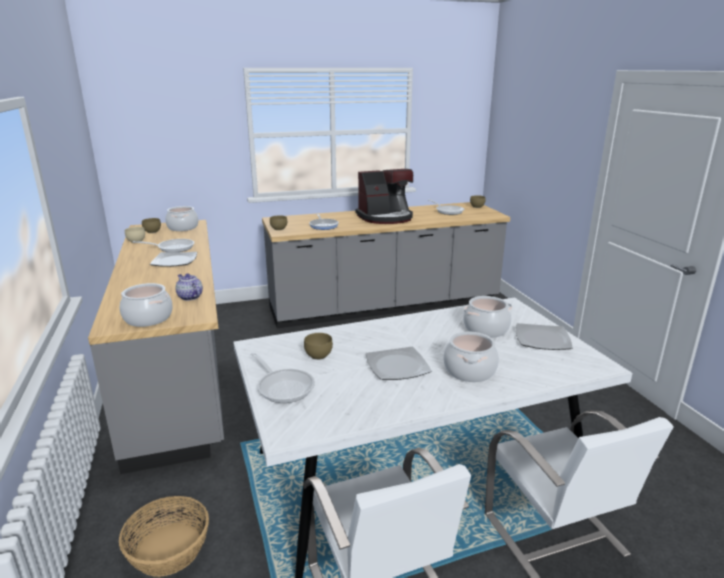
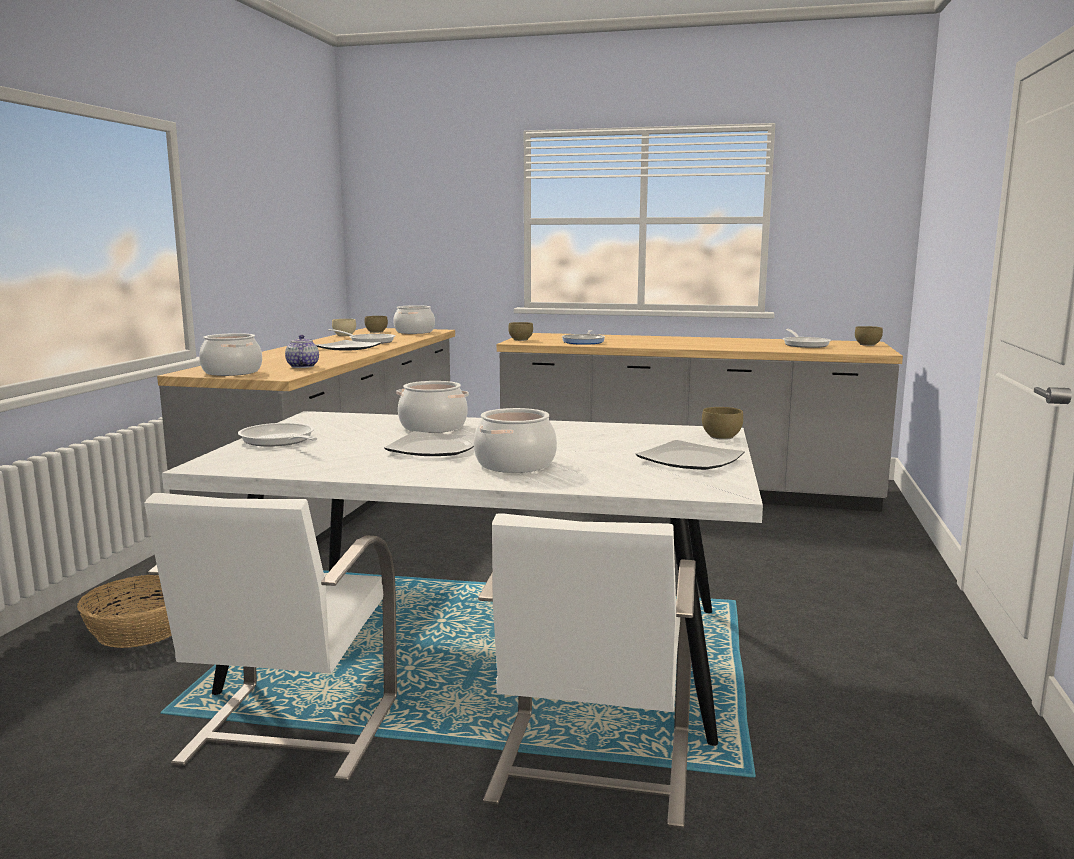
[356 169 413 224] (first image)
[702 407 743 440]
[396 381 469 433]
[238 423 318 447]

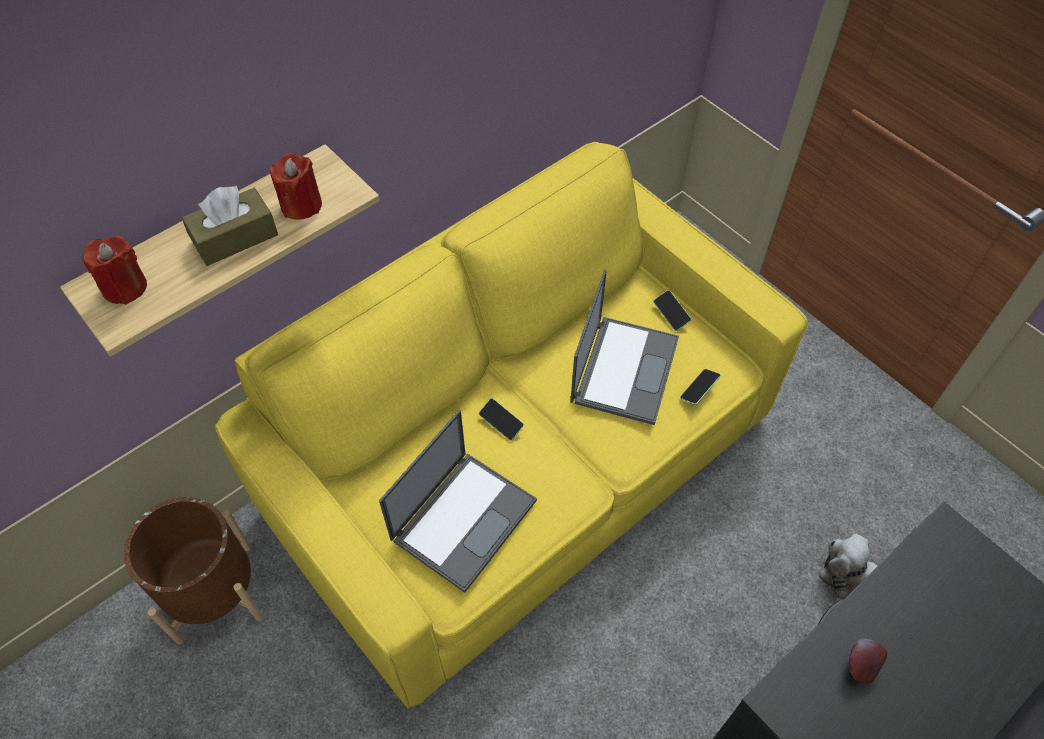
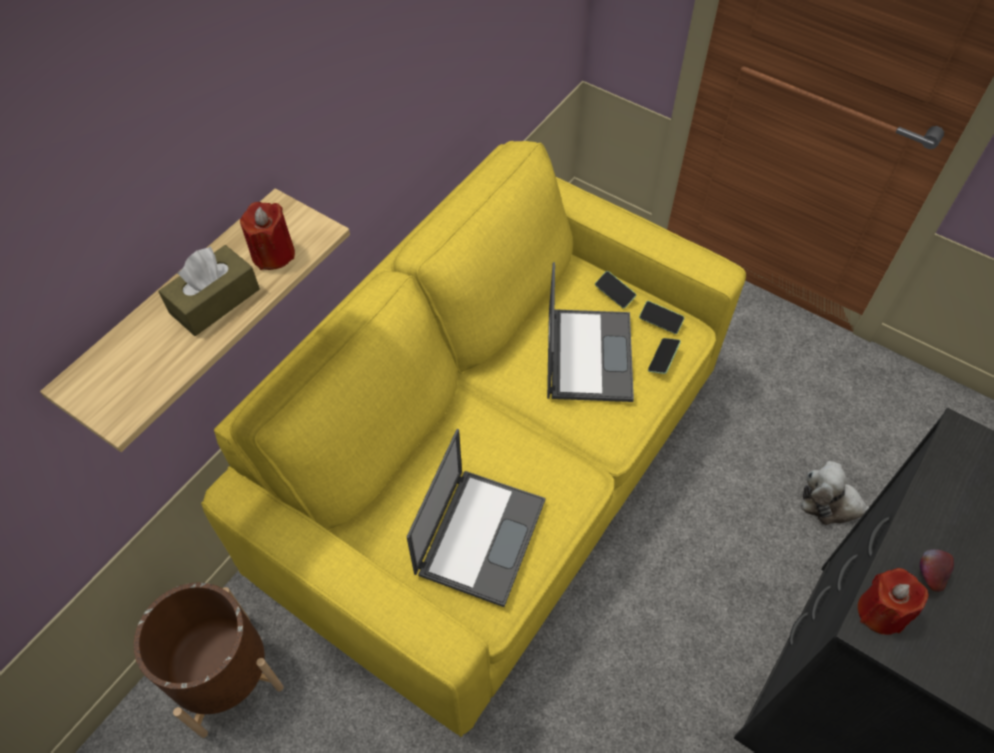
[858 568 928 635]
[639 301 685 334]

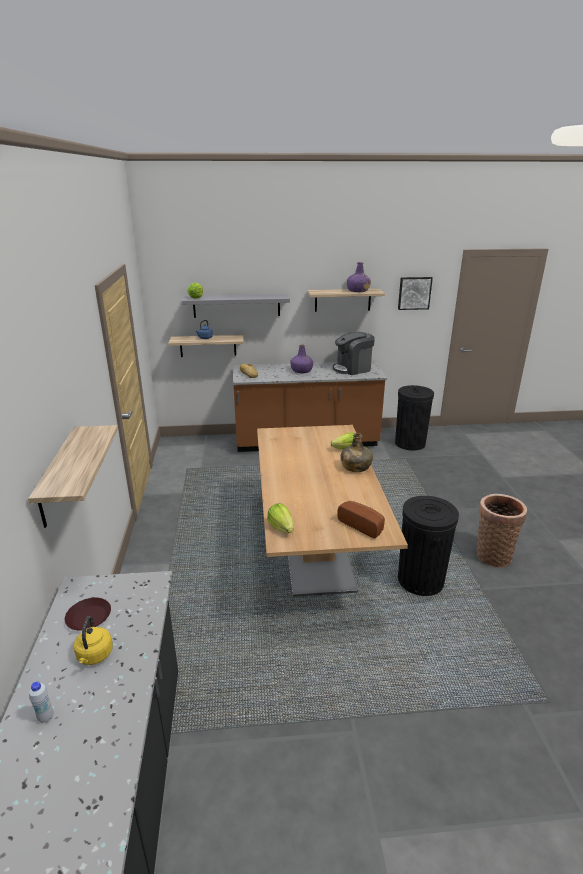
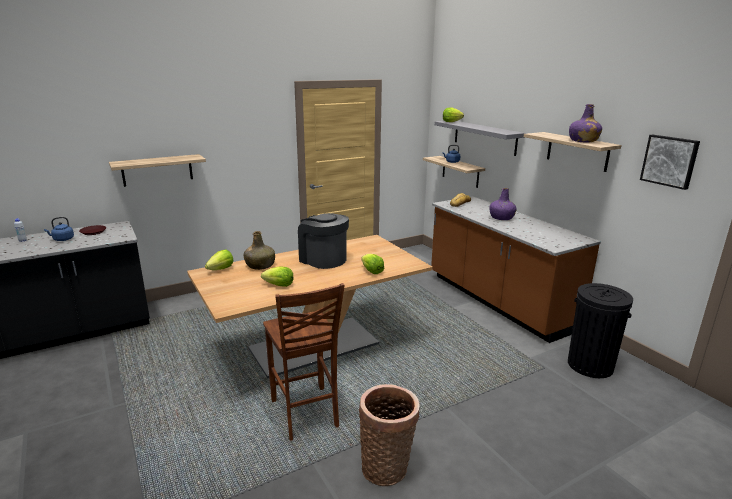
[337 501 385 539] (first image)
[261 267 294 287]
[298 213 349 269]
[244 231 275 270]
[263 283 345 441]
[44 217 74 241]

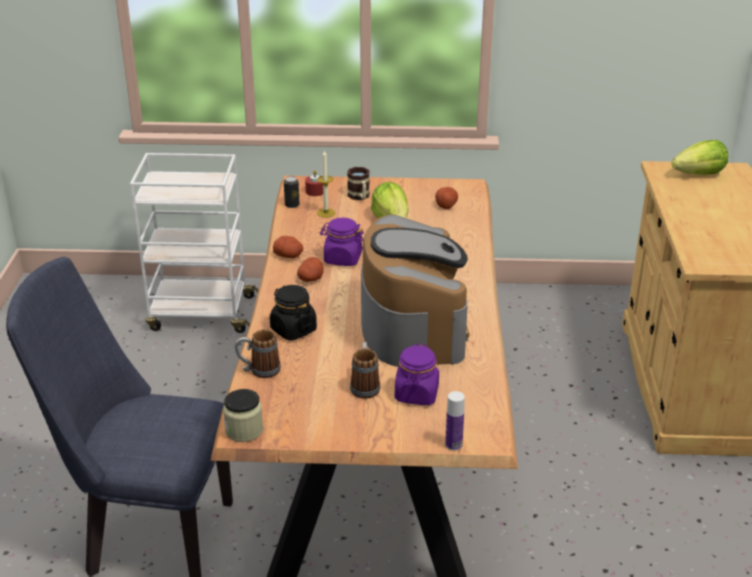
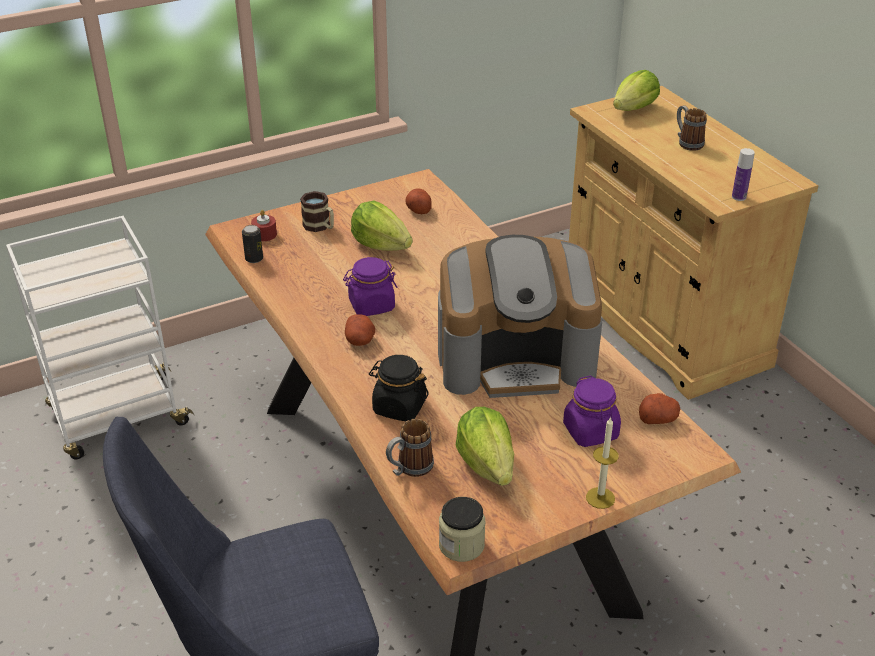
[456 407 514 486]
[639 393 680 424]
[586 417 619 509]
[677 105 707 151]
[732 148 755 201]
[438 235 602 398]

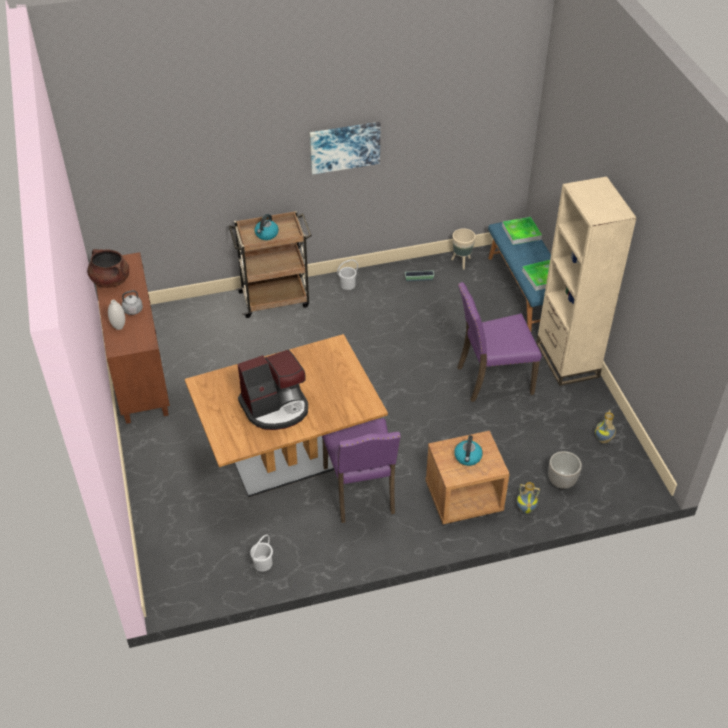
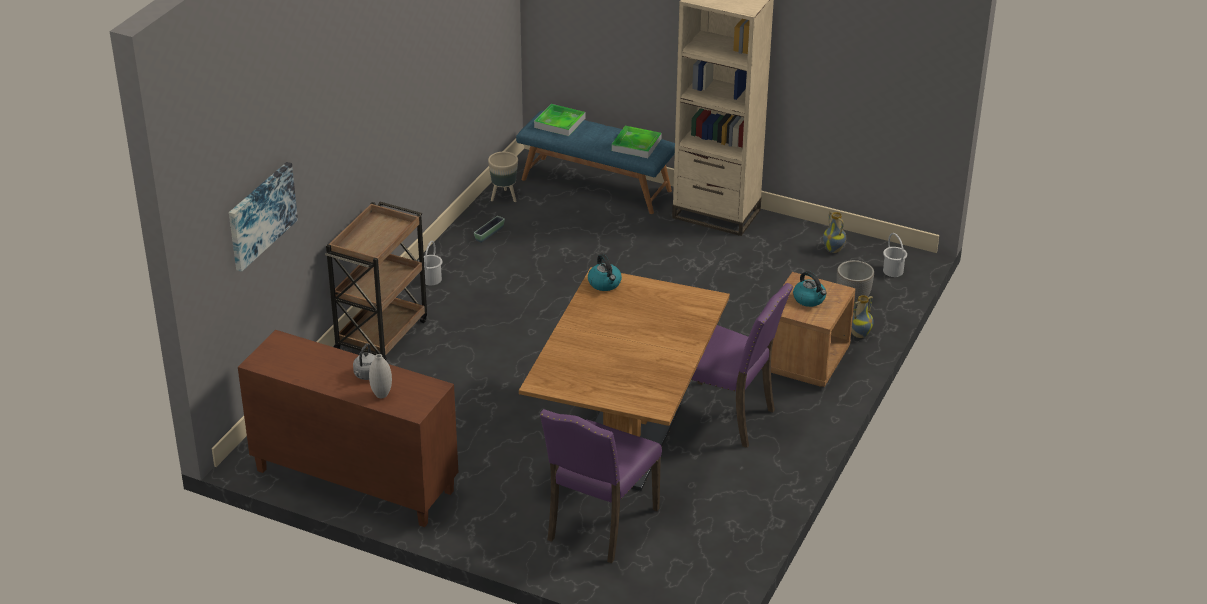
[87 249 129 288] (first image)
[238 349 308 430] (first image)
[883 233 907 277]
[588 254 622 291]
[229 162 298 272]
[540 409 662 563]

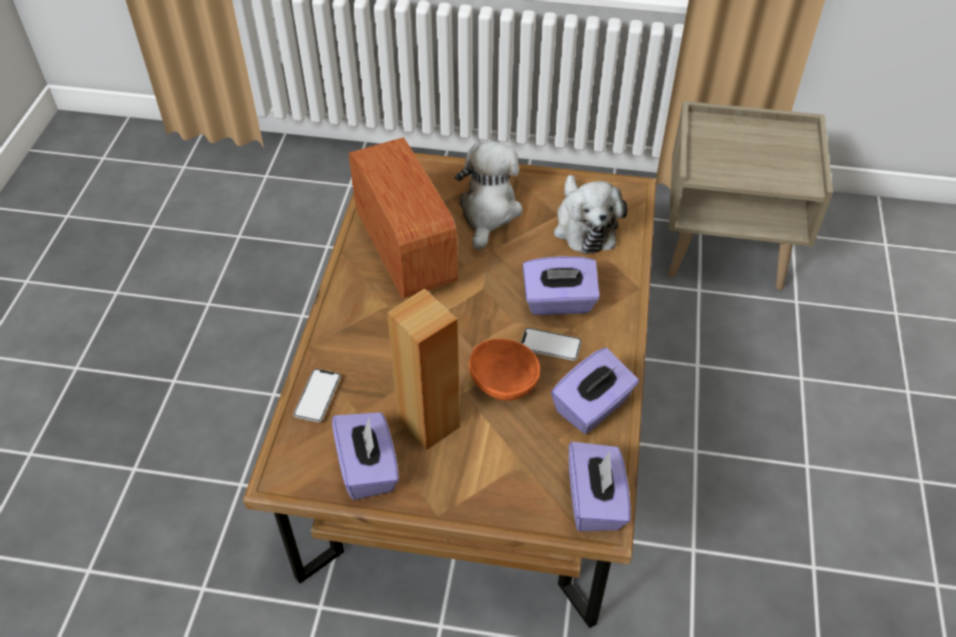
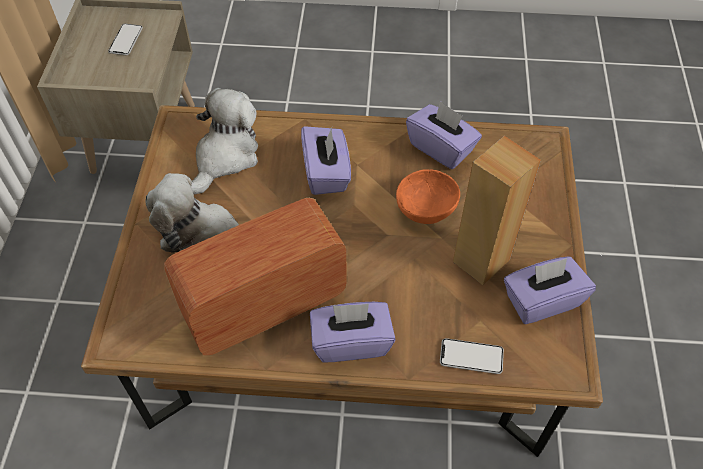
[108 24 143 55]
[310 302 396 362]
[191 88 258 194]

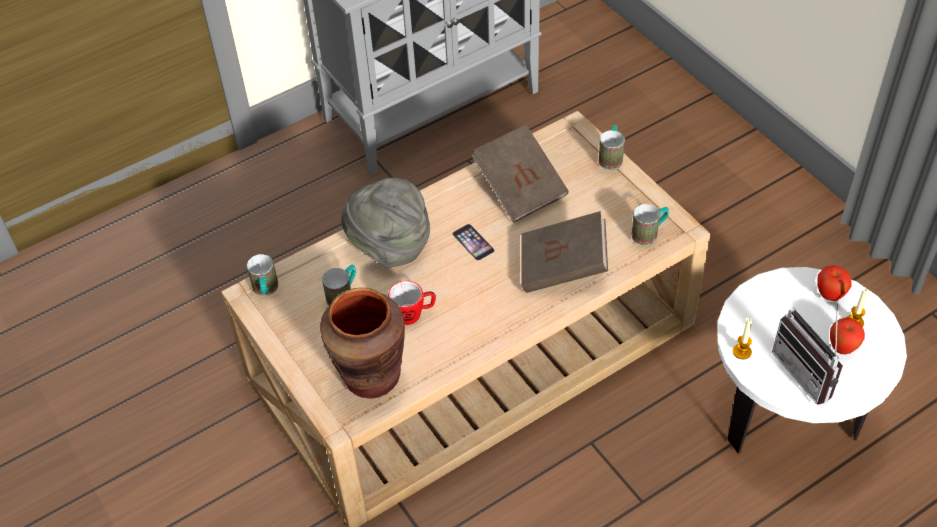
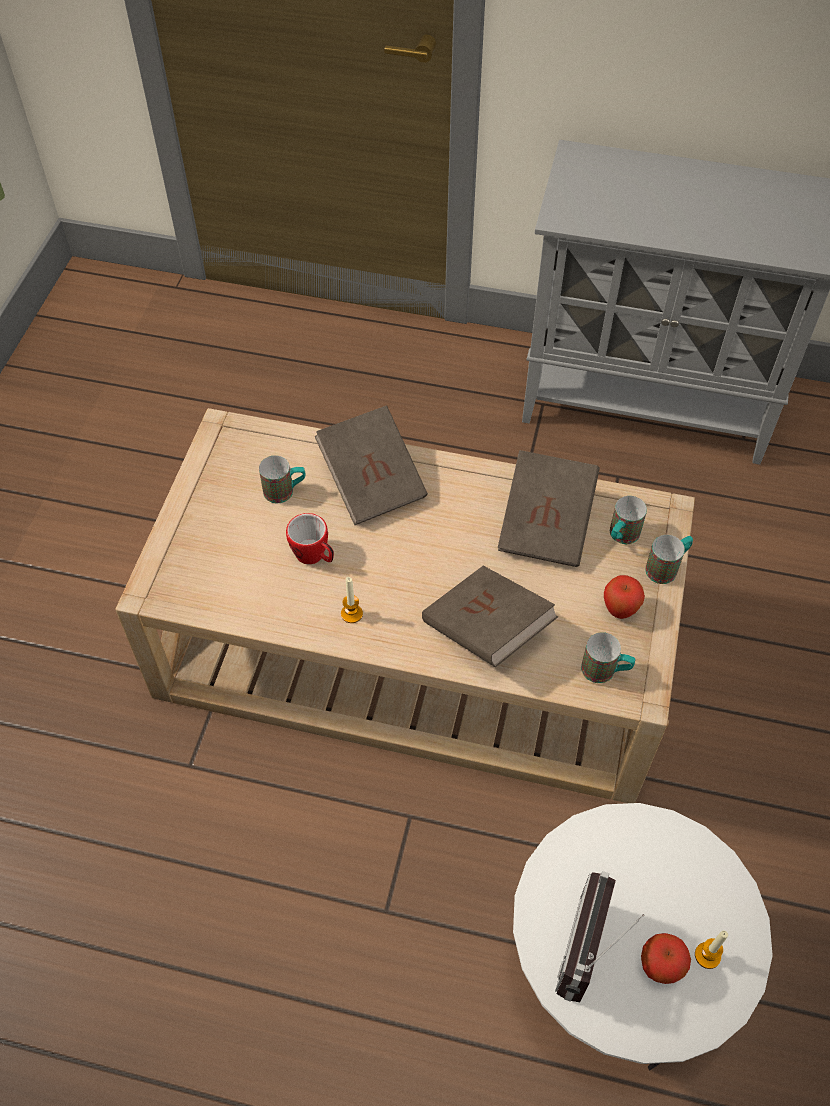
[320 288 405 399] (first image)
[452 224 495 261] (first image)
[610 496 647 544]
[341 577 363 623]
[604 575 645 619]
[315 406 428 525]

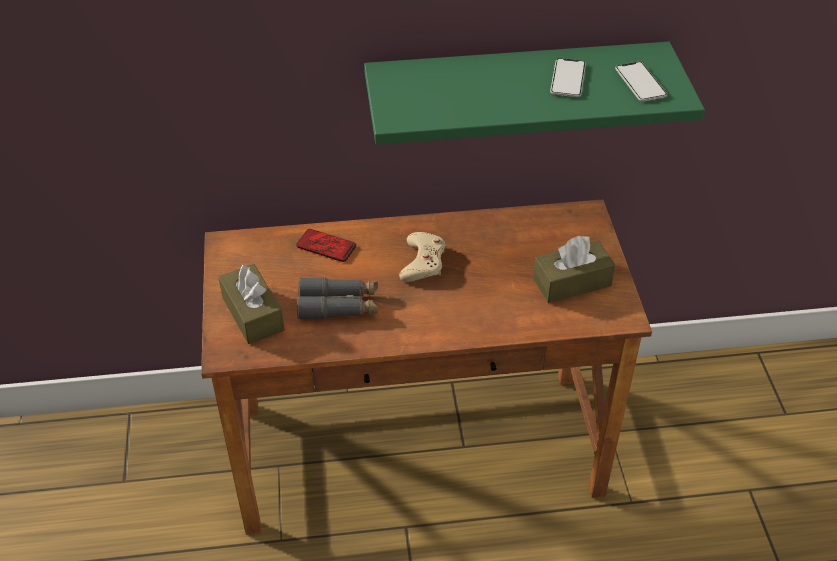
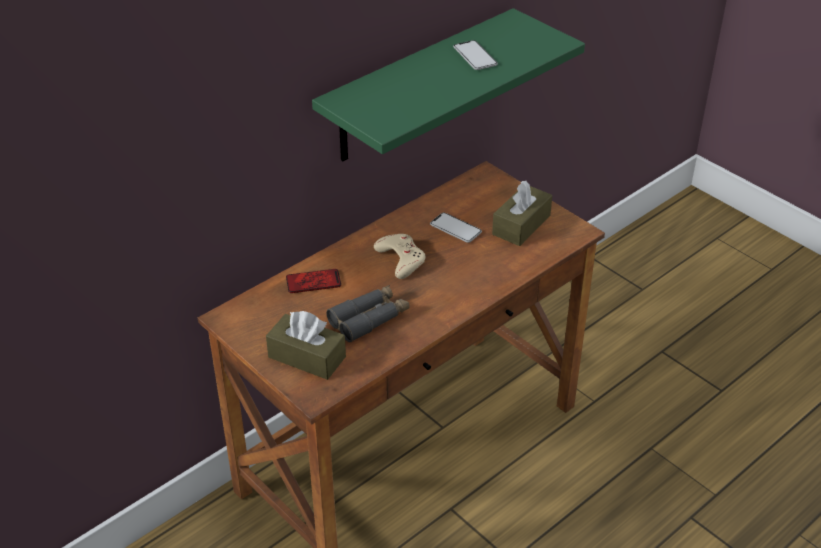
[430 213 482 243]

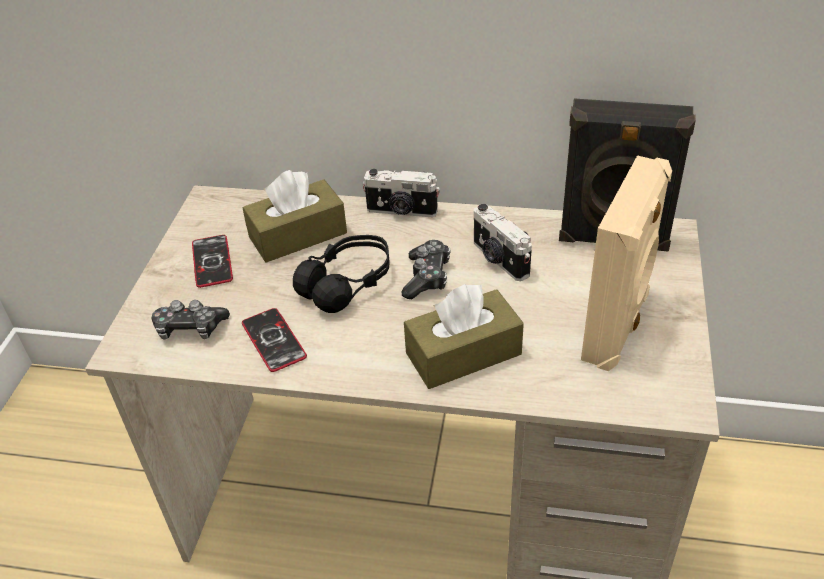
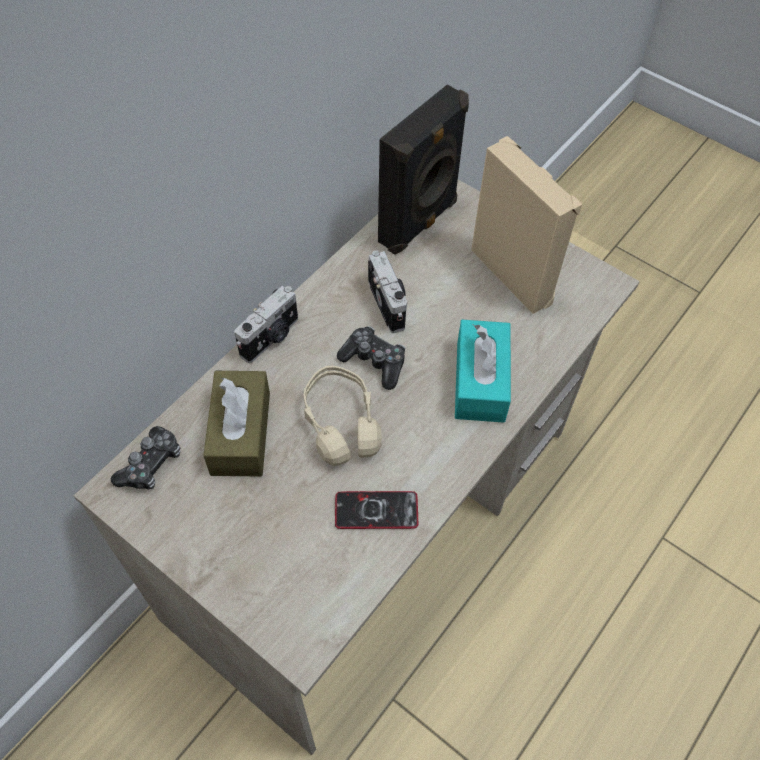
[192 235 233 288] (first image)
[111 426 181 489]
[303 366 382 466]
[455 320 511 423]
[368 250 407 333]

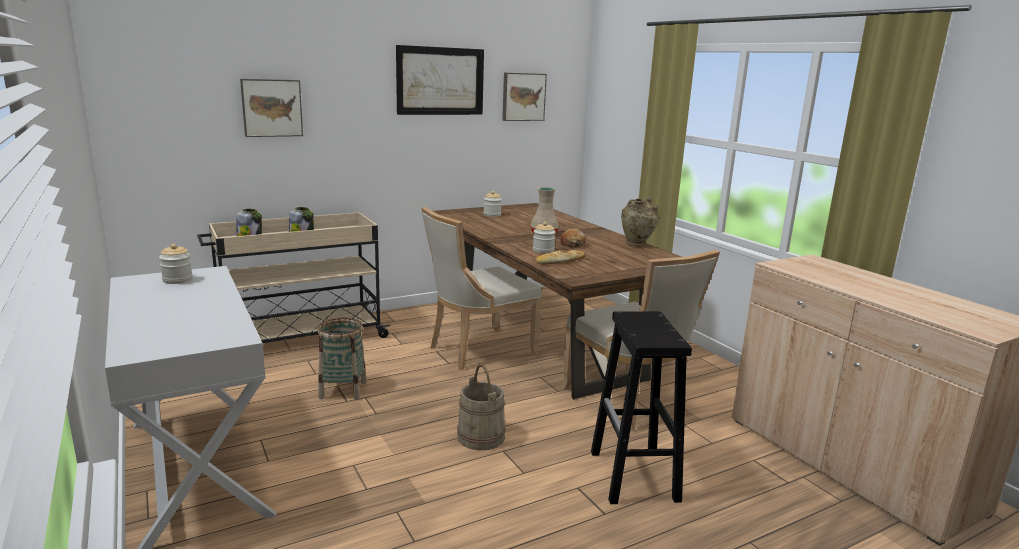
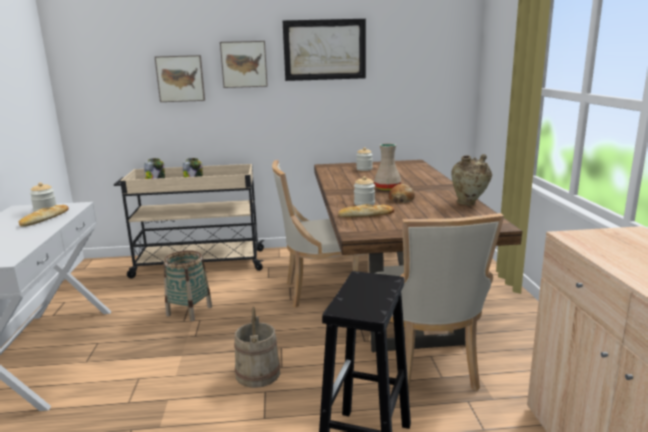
[19 205 69 226]
[220 41 268 88]

